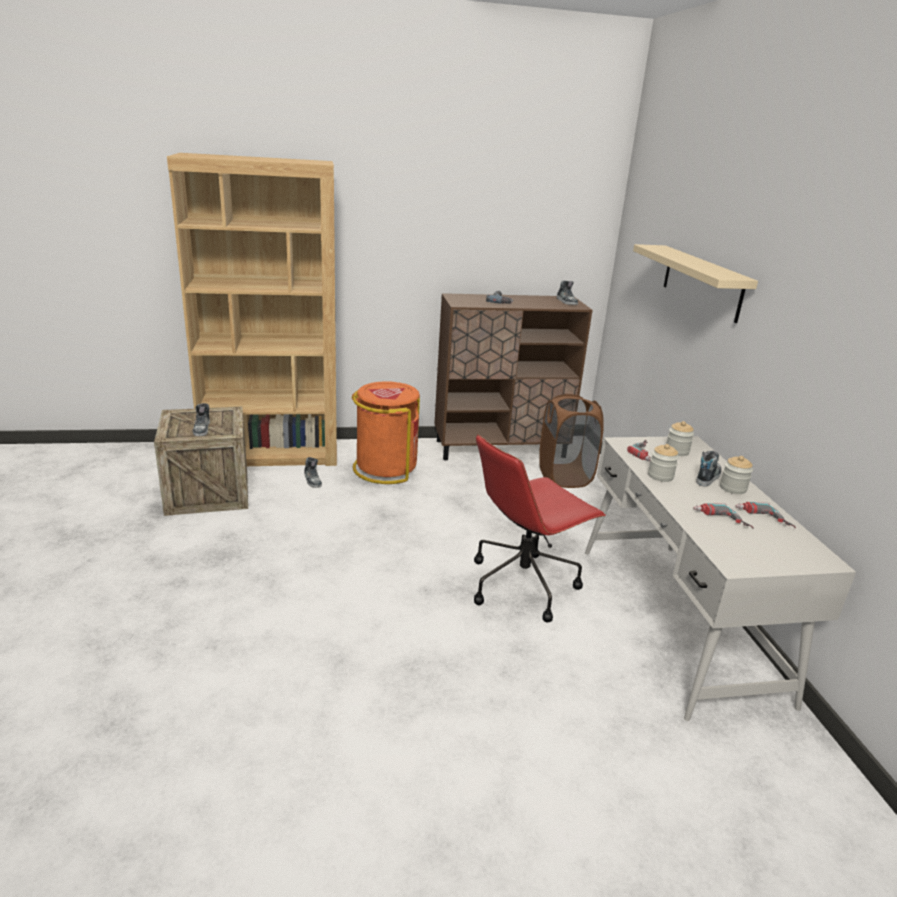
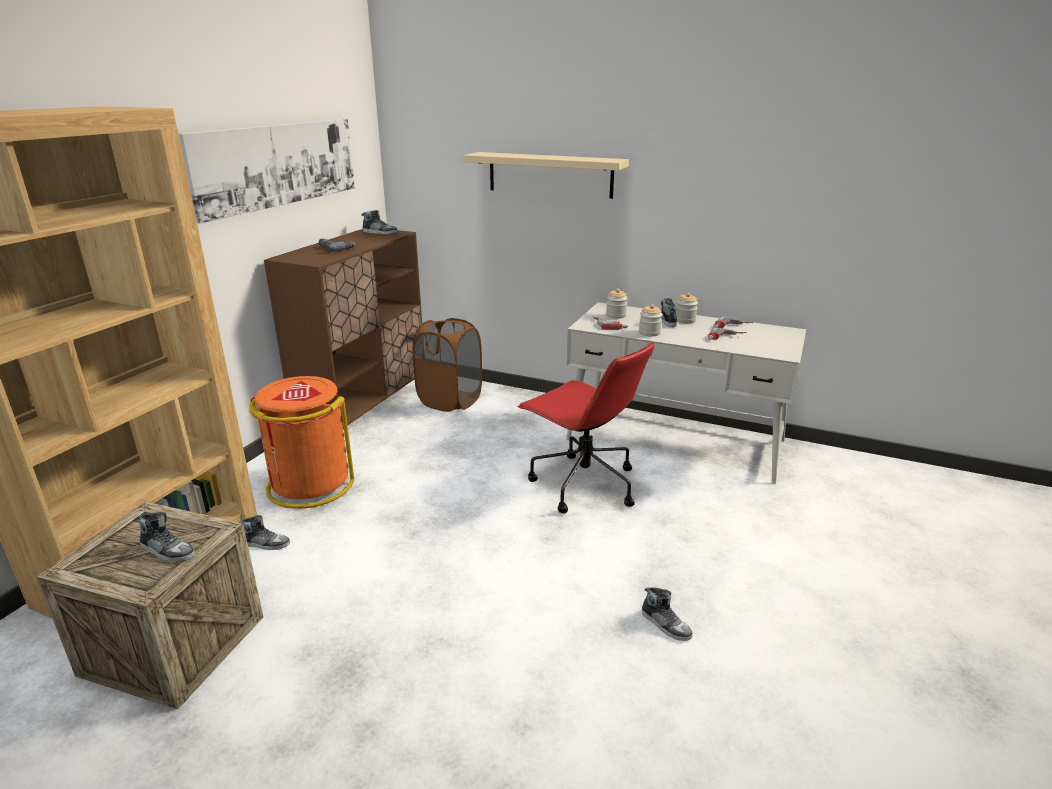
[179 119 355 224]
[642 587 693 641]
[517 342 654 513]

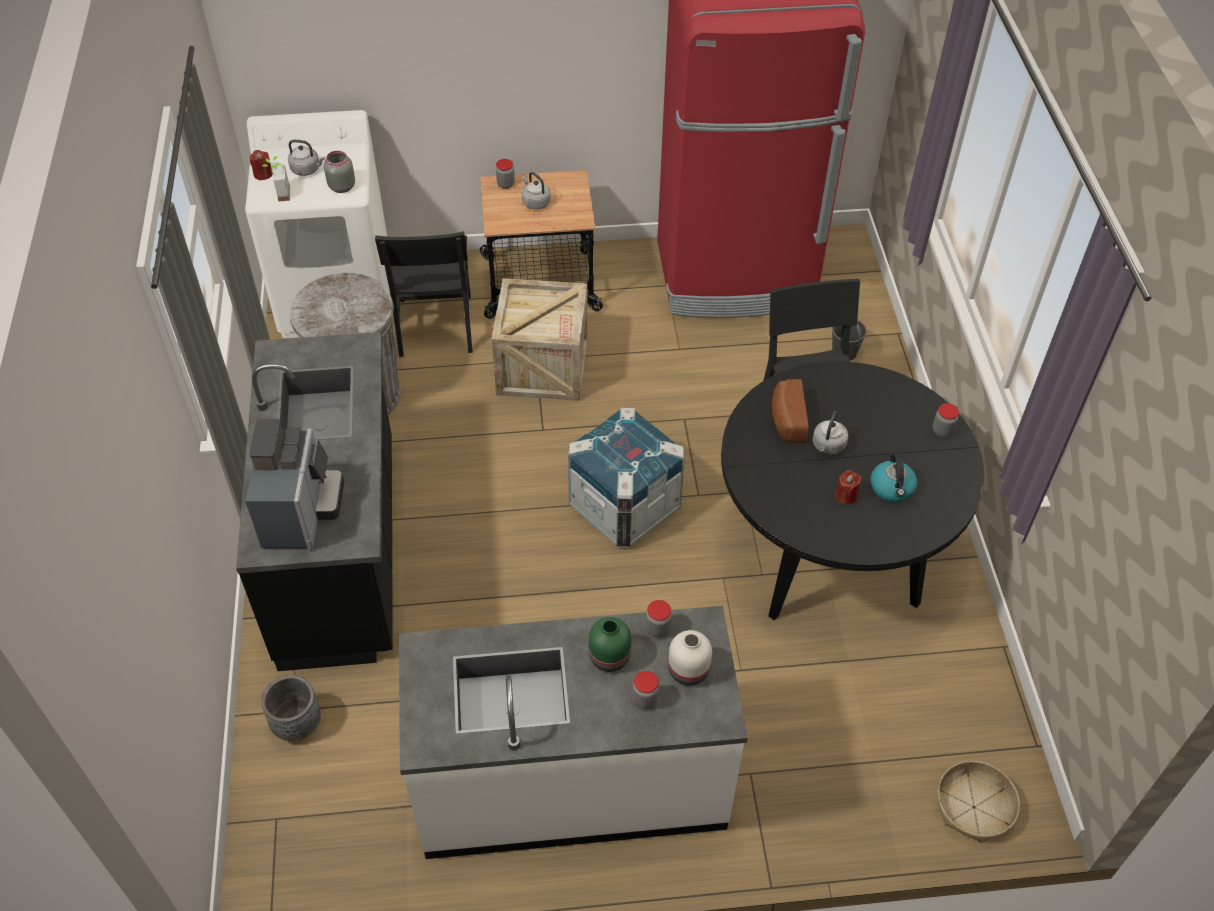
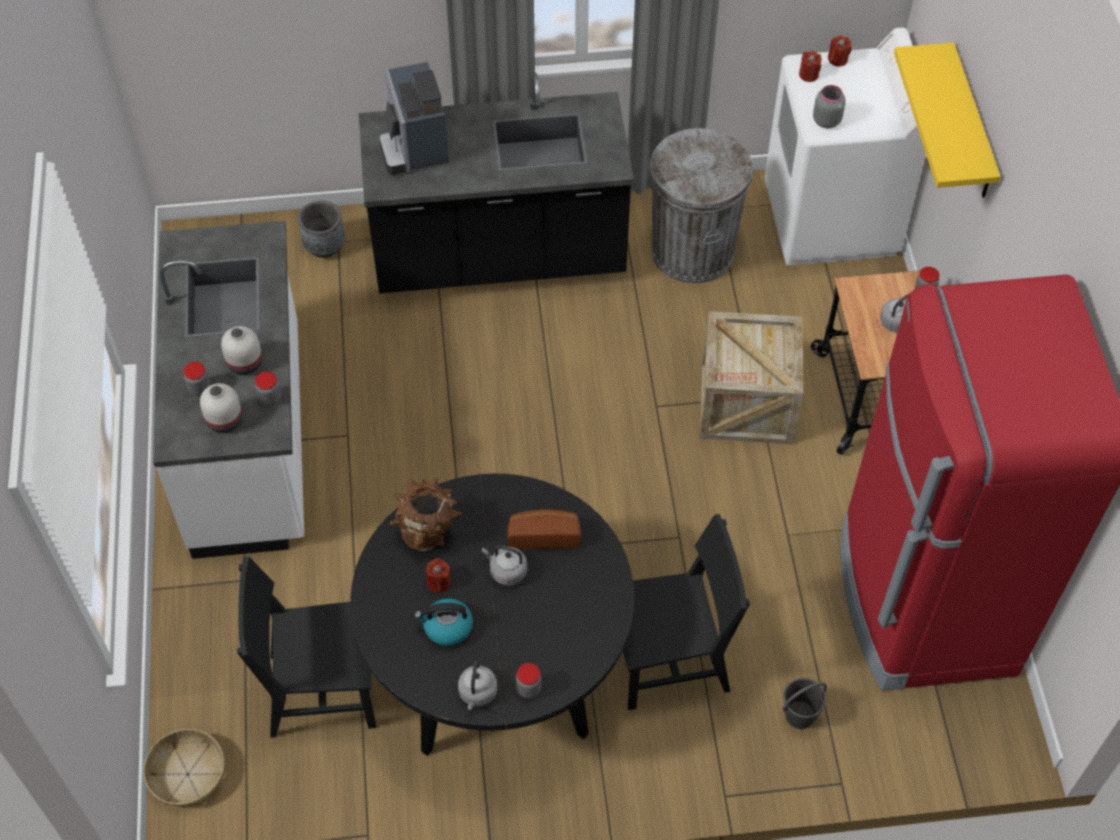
[568 407 685 547] (first image)
[390 478 462 551]
[894 43 1001 198]
[458 660 497 710]
[237 557 376 738]
[799 51 821 82]
[221 326 262 375]
[379 62 449 175]

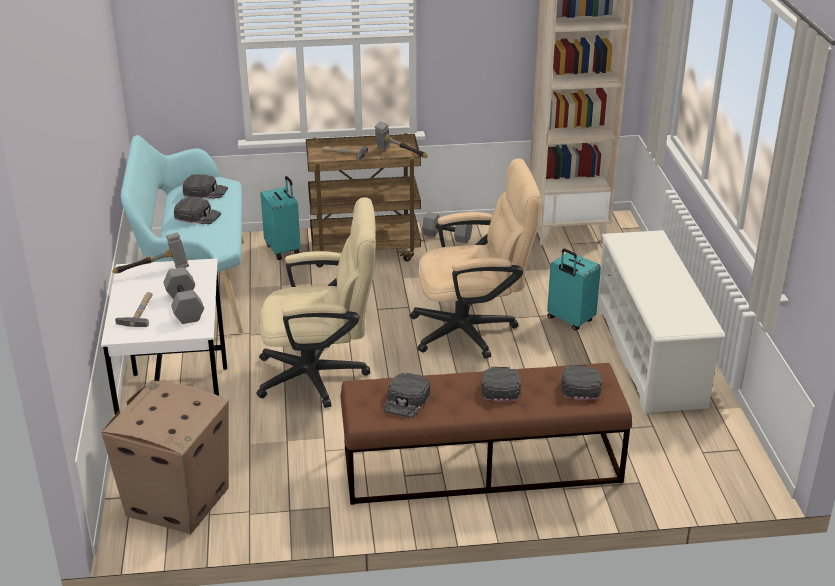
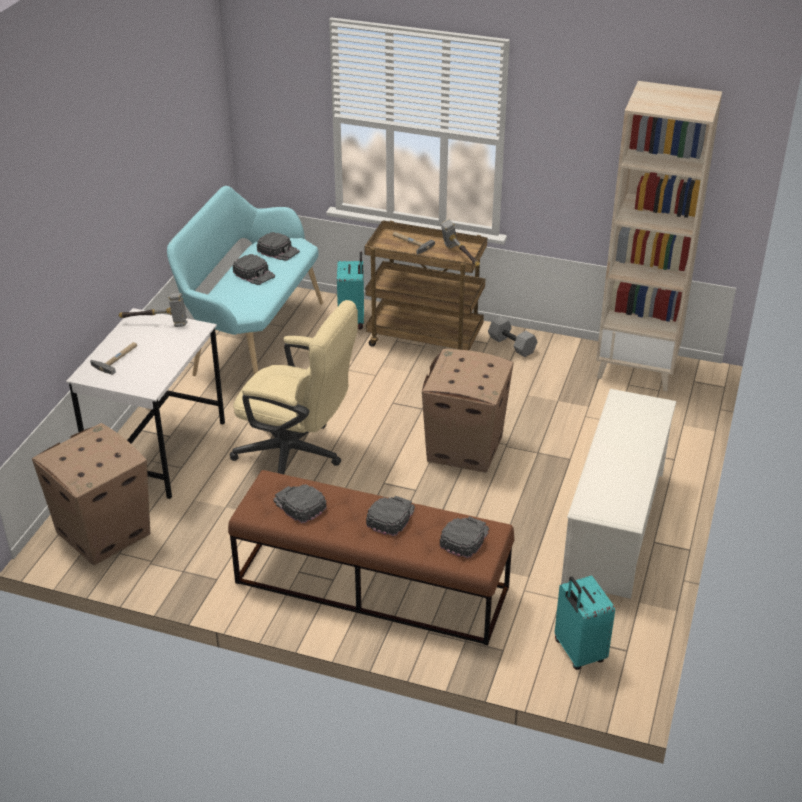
[163 267 204 324] (first image)
[555 576 615 670]
[422 349 513 473]
[273 484 326 523]

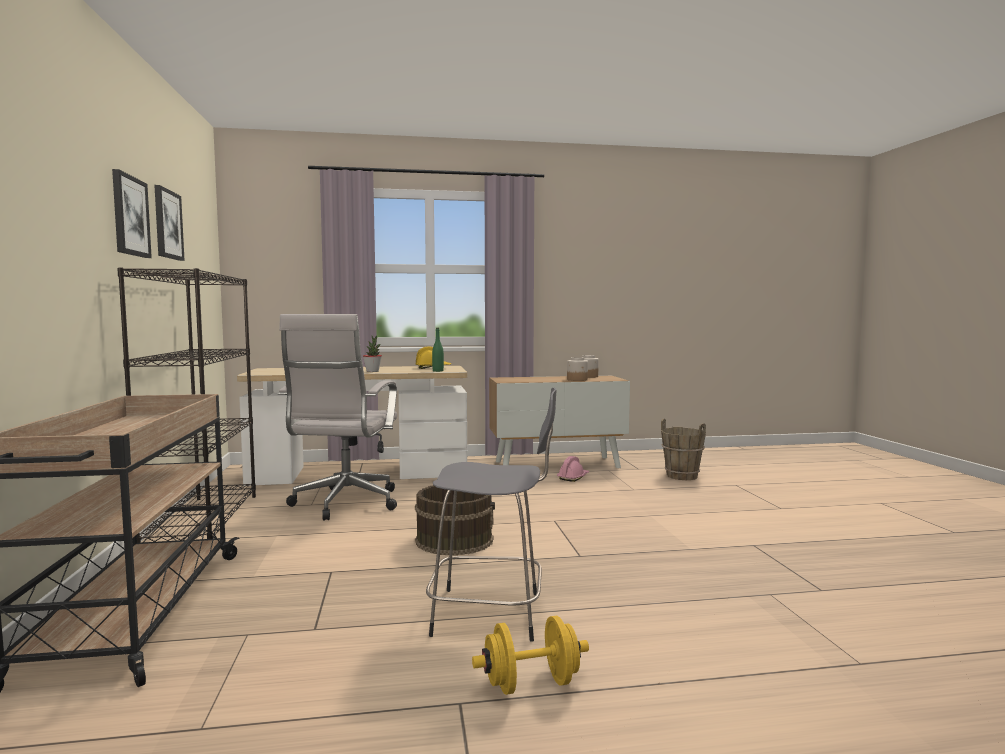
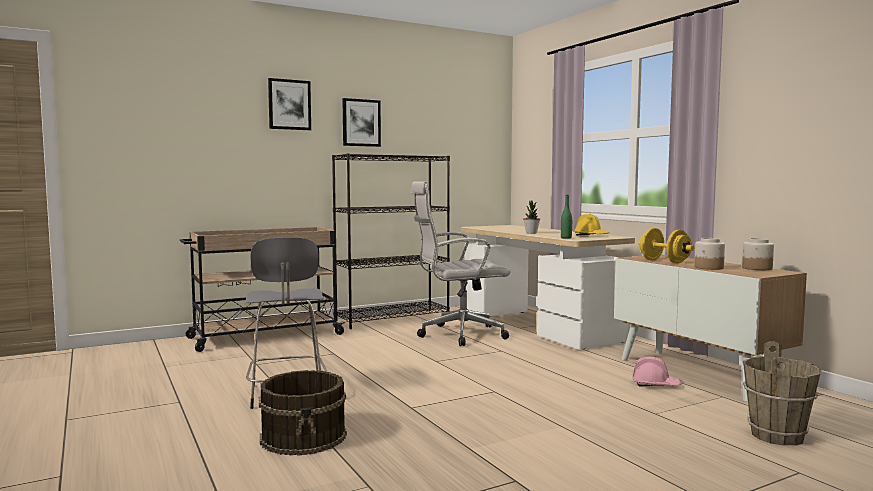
[268 78 311 130]
[259 370 347 456]
[638 228 695 263]

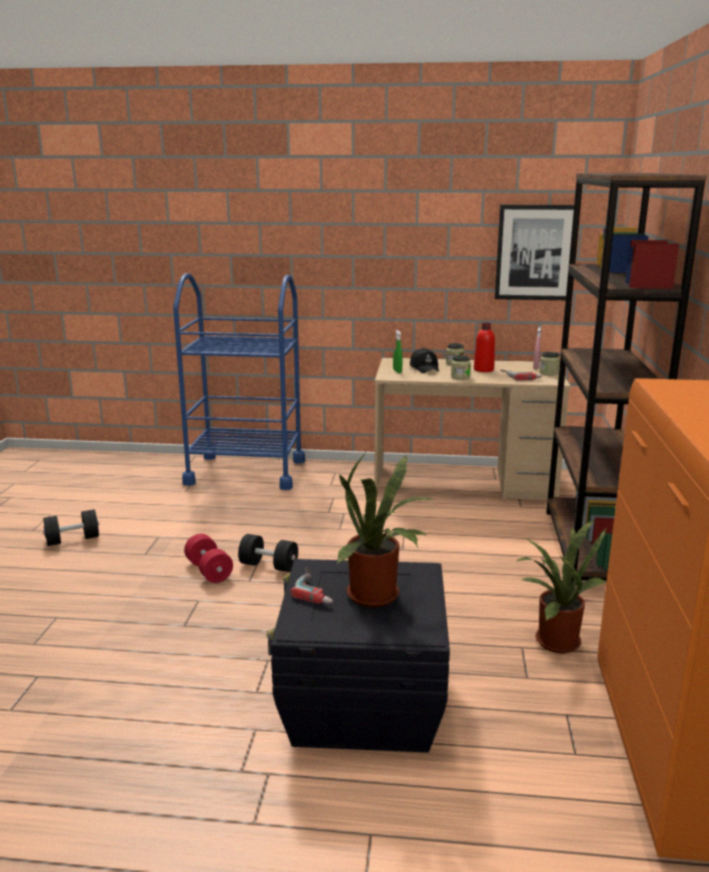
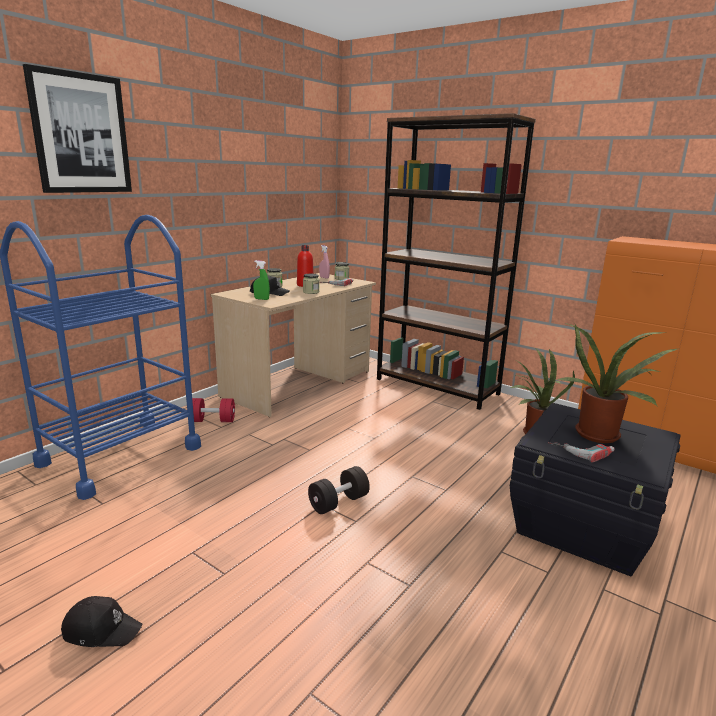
[192 398 235 422]
[23 64 132 193]
[61 596 142 647]

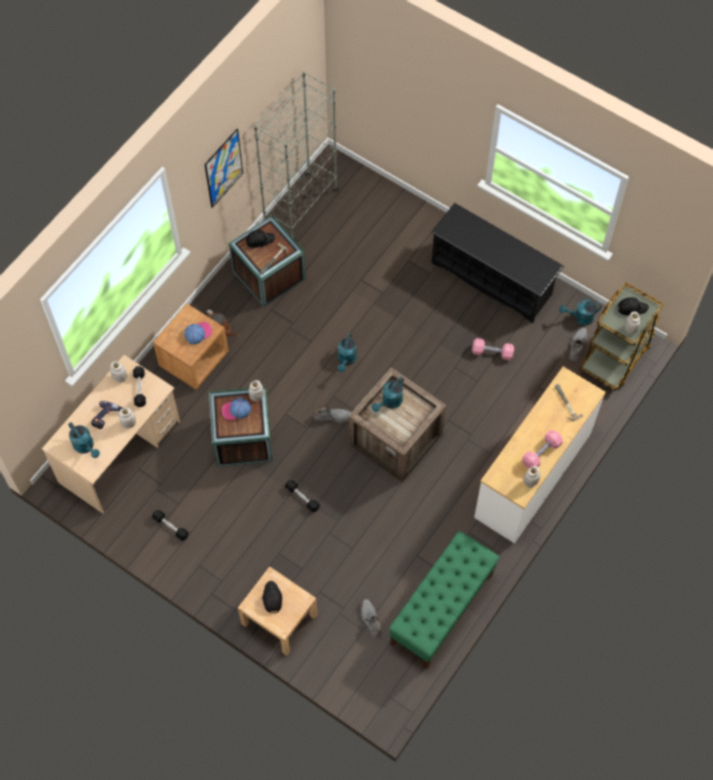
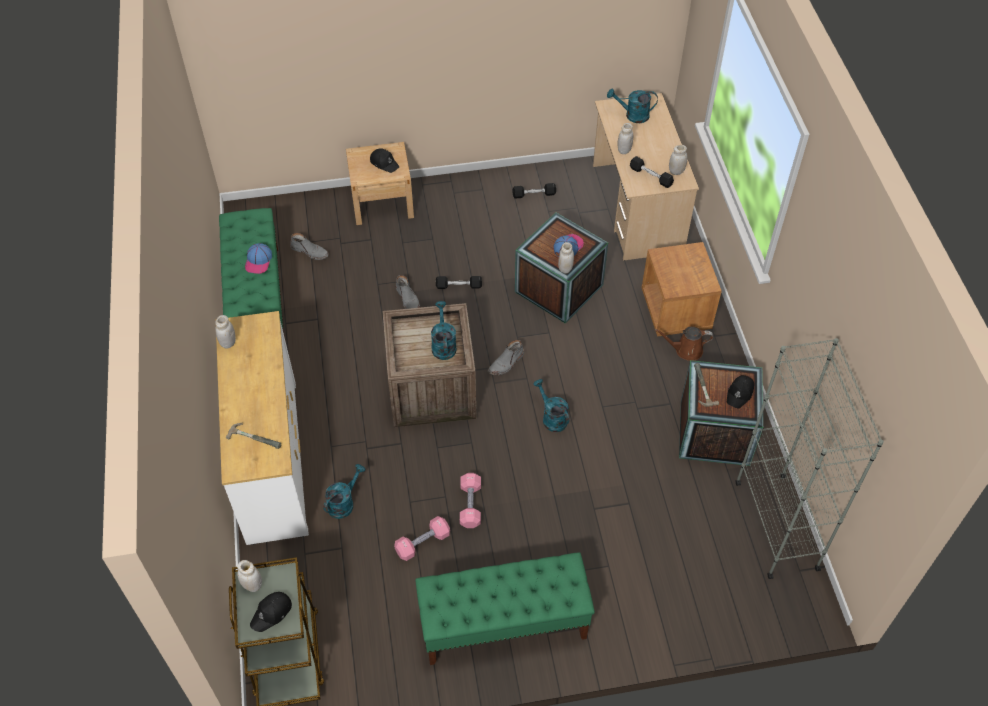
[91 401 123 429] (first image)
[204 129 243 208] (first image)
[245 243 272 274]
[460 473 481 528]
[323 464 365 519]
[396 275 420 309]
[415 552 595 665]

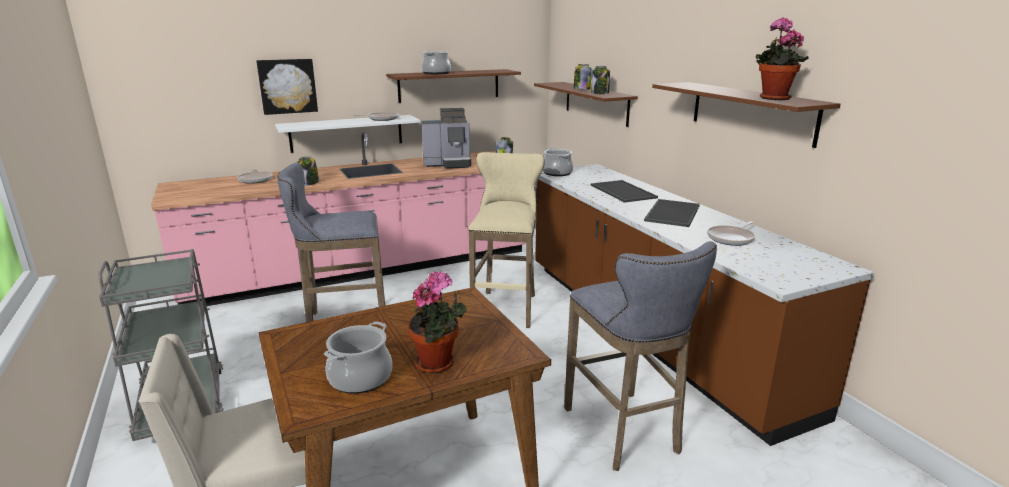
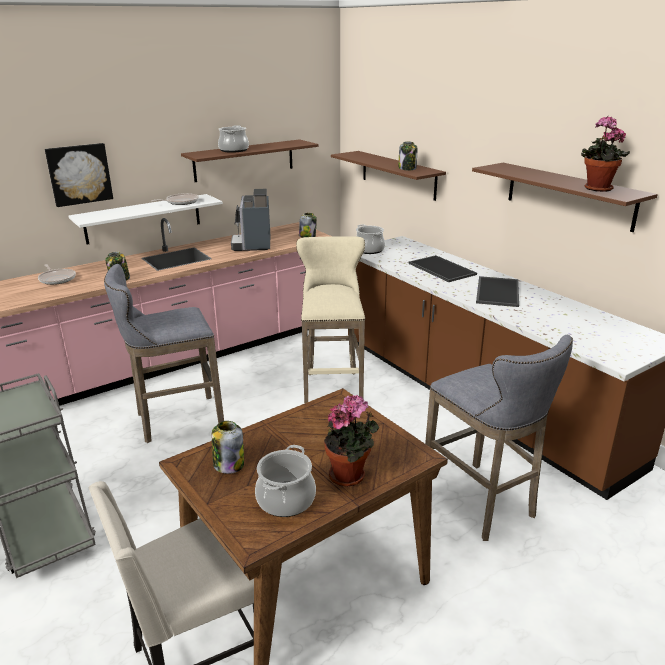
[707 221 755 246] (first image)
[212 421 244 474]
[231 189 270 251]

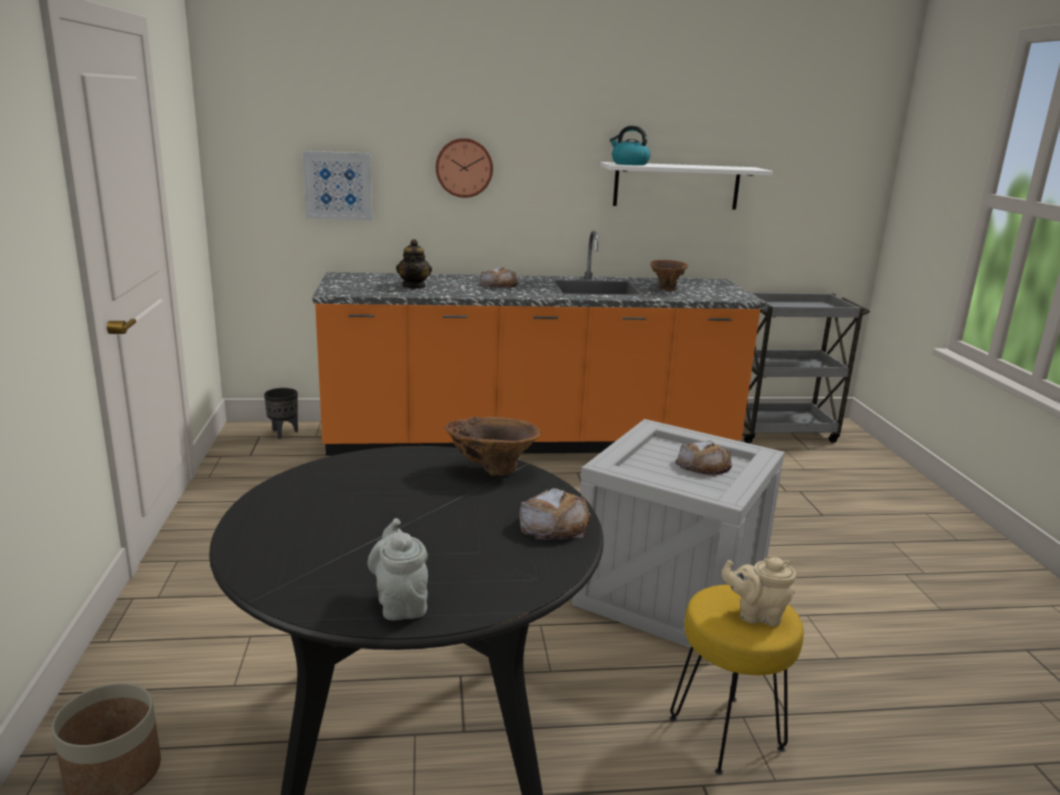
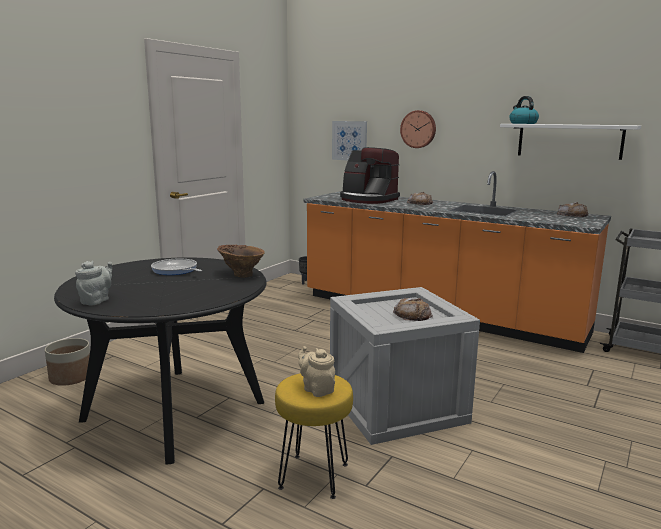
[650 260 688 291] (first image)
[151 258 202 275]
[557 202 588 217]
[340 147 400 204]

